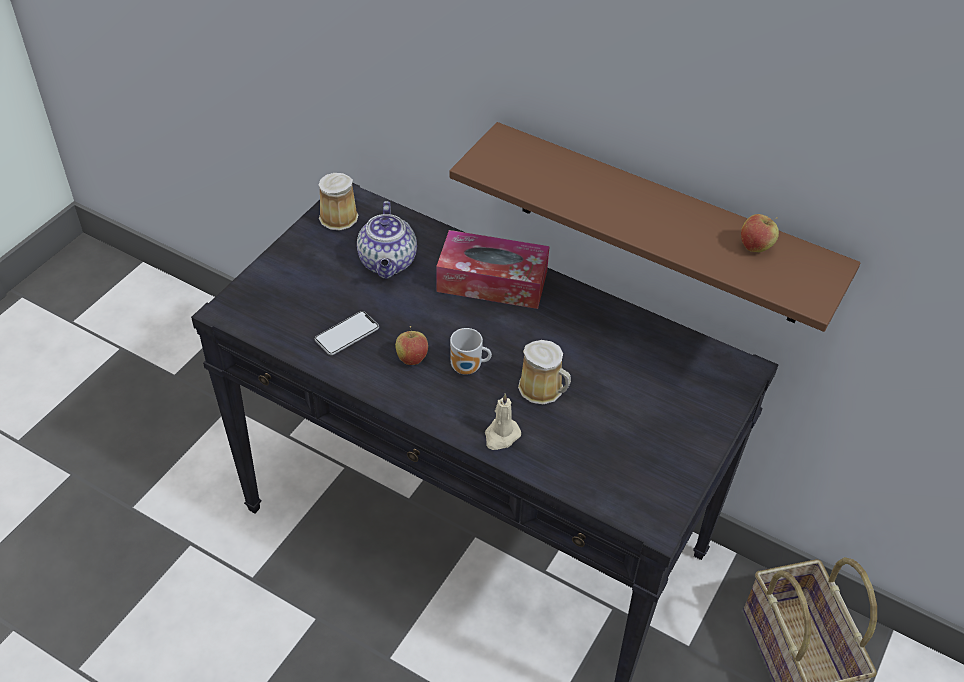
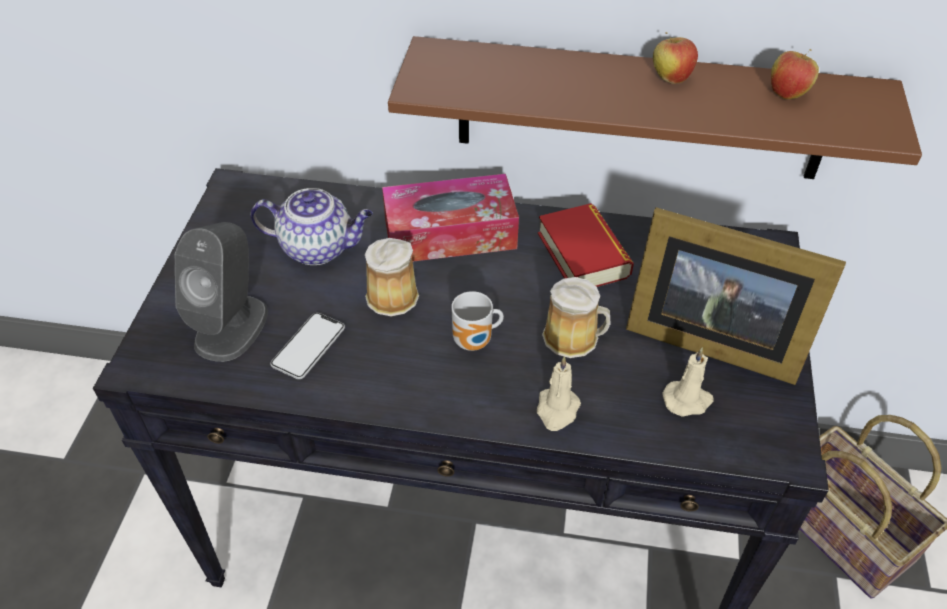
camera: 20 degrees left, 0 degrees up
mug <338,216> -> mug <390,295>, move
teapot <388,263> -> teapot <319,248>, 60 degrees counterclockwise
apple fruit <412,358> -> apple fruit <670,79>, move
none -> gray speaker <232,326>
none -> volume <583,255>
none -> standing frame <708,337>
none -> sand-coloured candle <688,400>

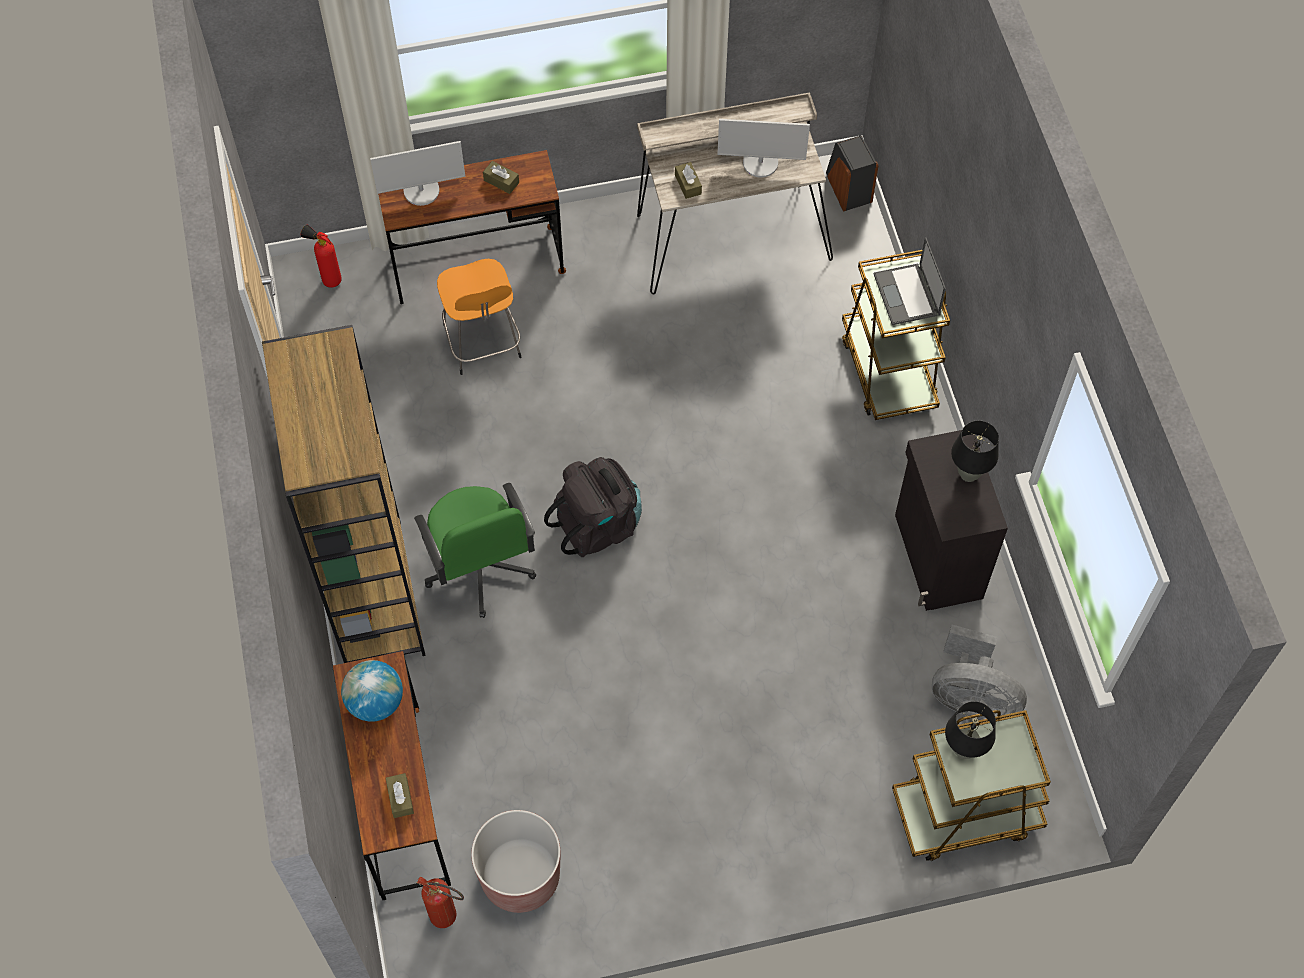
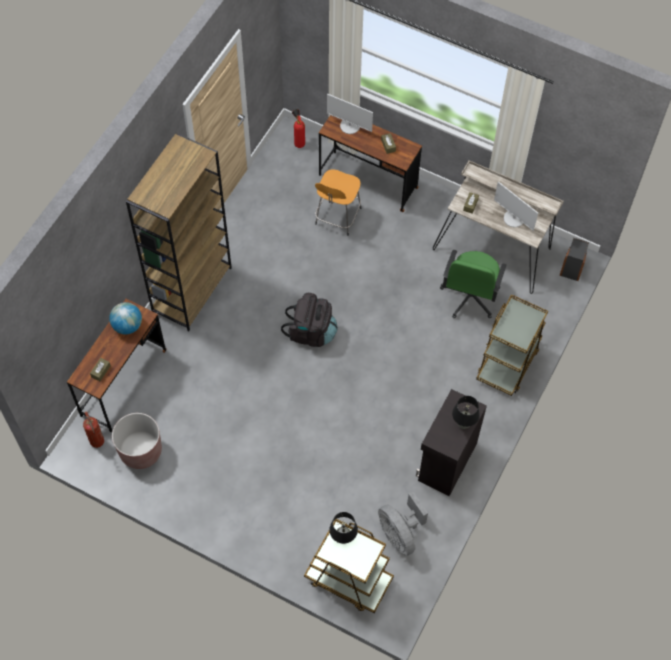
camera: 40 degrees right, 0 degrees up
green-coloured office chair <479,568> -> green-coloured office chair <469,297>, move
laptop <907,295> -> none

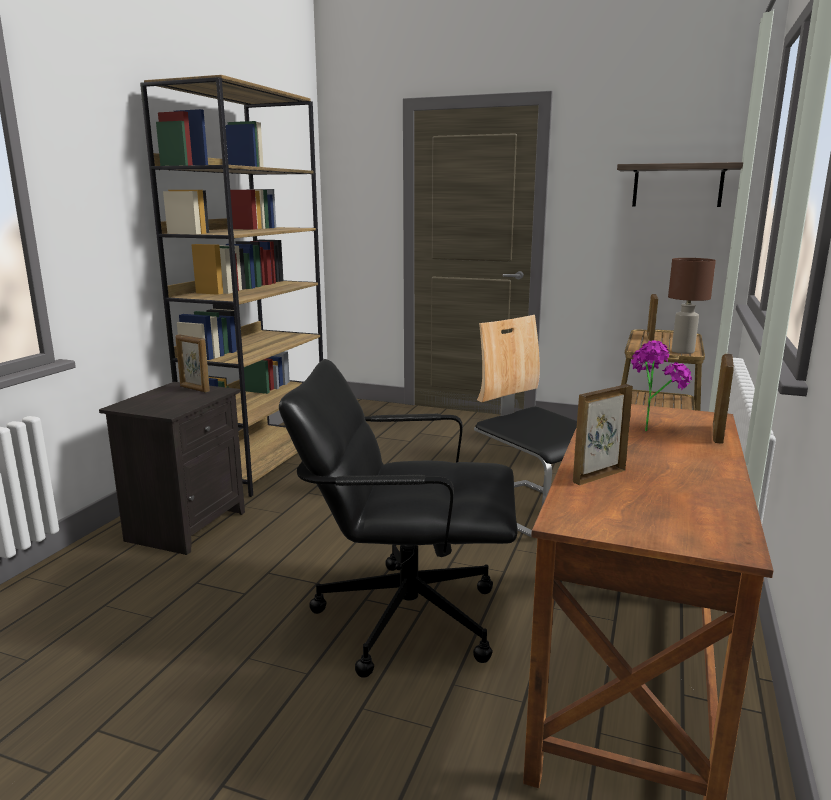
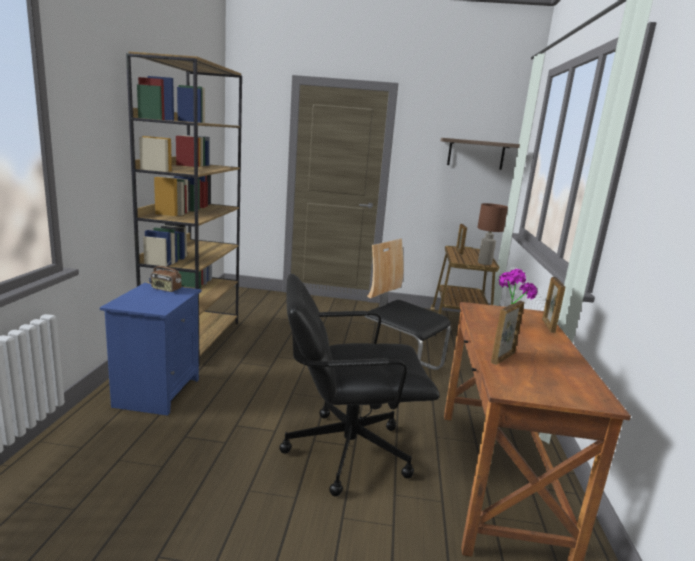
camera: 15 degrees left, 0 degrees up
black-coloured bedside table <186,525> -> blue-coloured bedside table <156,392>
standing frame <194,389> -> radio receiver <166,289>

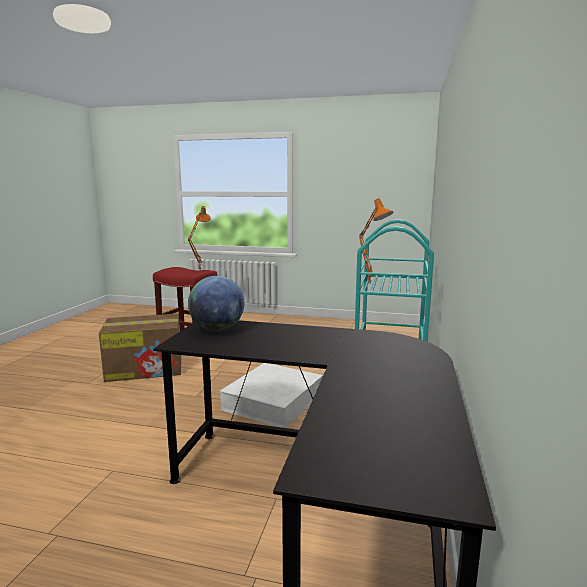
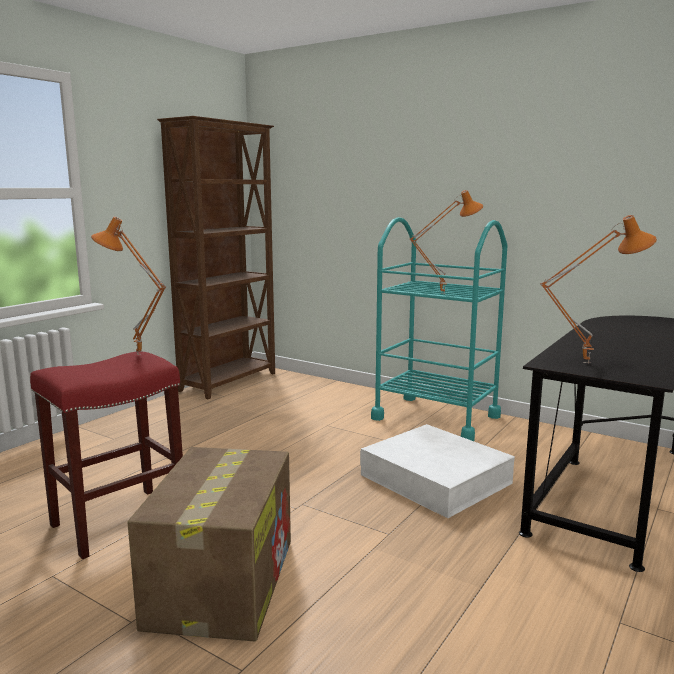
camera: 70 degrees left, 0 degrees up
desk globe <217,329> -> orangey lamp for a table <586,362>
none -> brown bookcase <230,382>

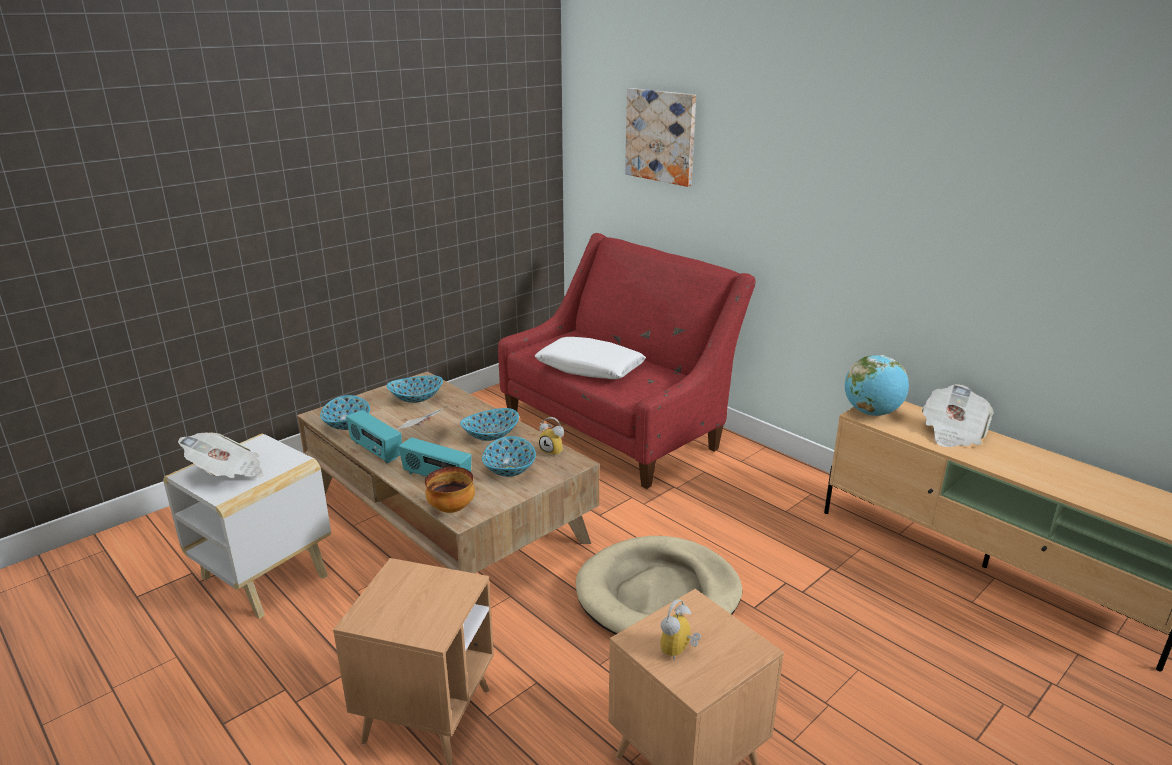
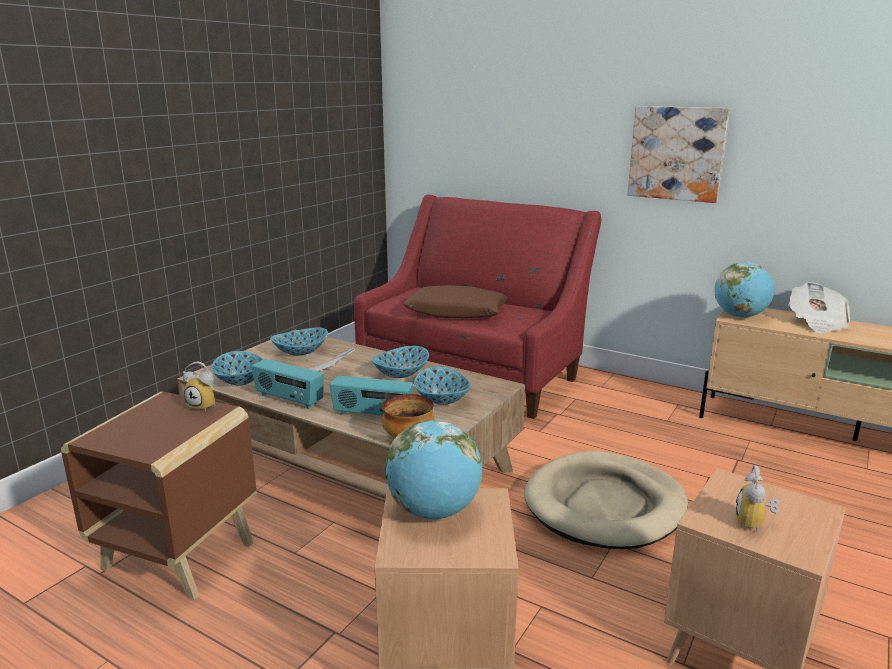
camera: 15 degrees left, 5 degrees down
white side table <266,577> -> brown side table <181,556>
printed paper <227,473> -> none
white throw pillow <590,368> -> brown throw pillow <456,313>
bedside clock <554,451> -> bedside clock <205,405>, move
wall picture <661,136> -> wall picture <677,153>, move
none -> desk globe <434,511>

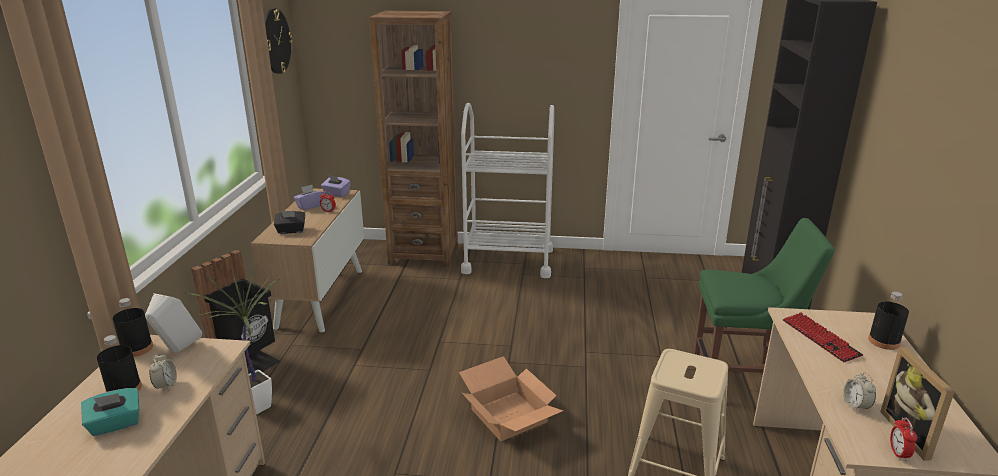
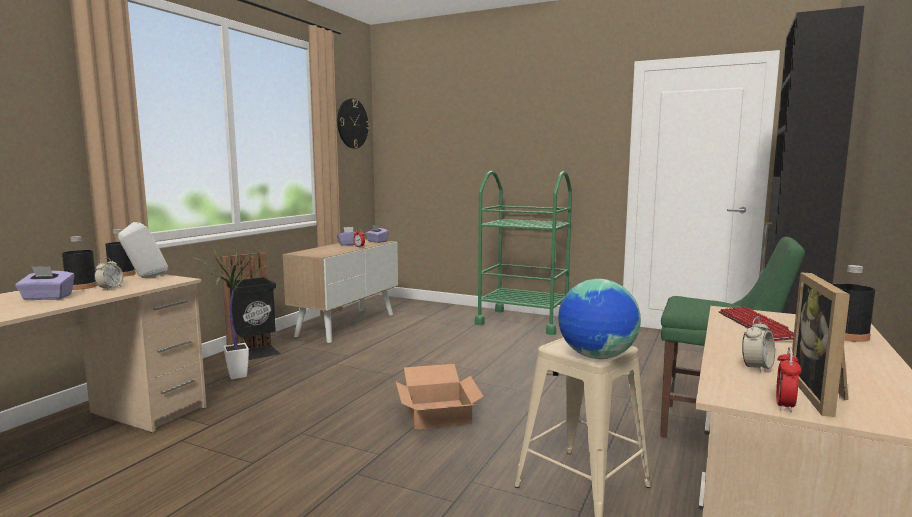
camera: 20 degrees right, 15 degrees down
turquoise-coloured tissue box <115,424> -> purplish tissue box <47,298>
black-coloured tissue box <291,230> -> none
brown bookcase <424,254> -> none
white cart <508,261> -> green-coloured cart <523,321>
bedside clock <856,405> -> bedside clock <757,368>, 150 degrees counterclockwise
none -> desk globe <597,357>

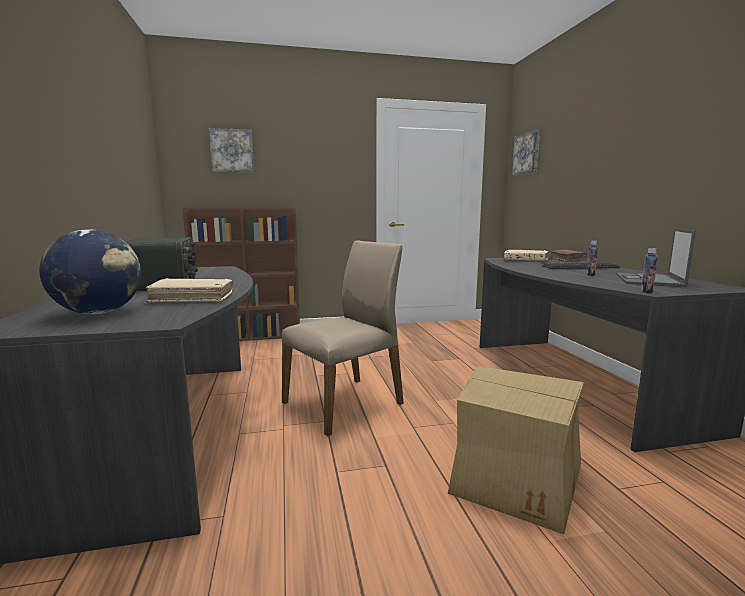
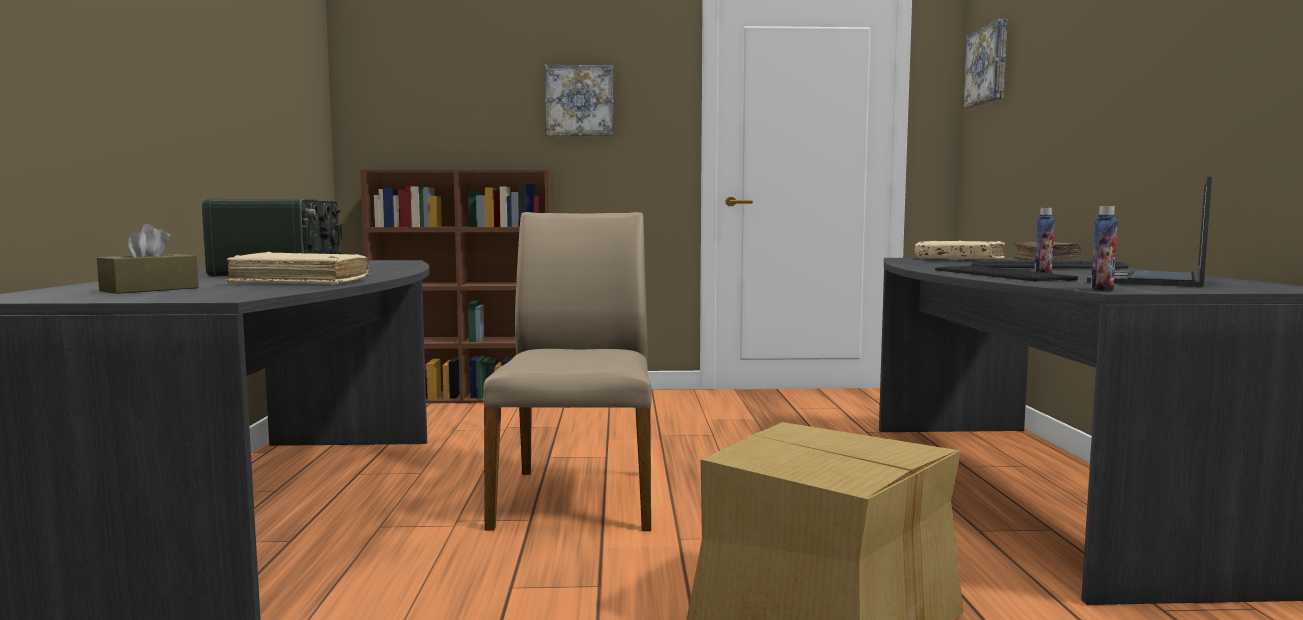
camera: 10 degrees right, 5 degrees down
desk globe <99,312> -> brown tissue box <150,289>
wall picture <232,151> -> wall picture <579,101>, move
sand-coloured chair <345,403> -> sand-coloured chair <577,497>, 60 degrees counterclockwise
none -> computer keyboard <1004,274>

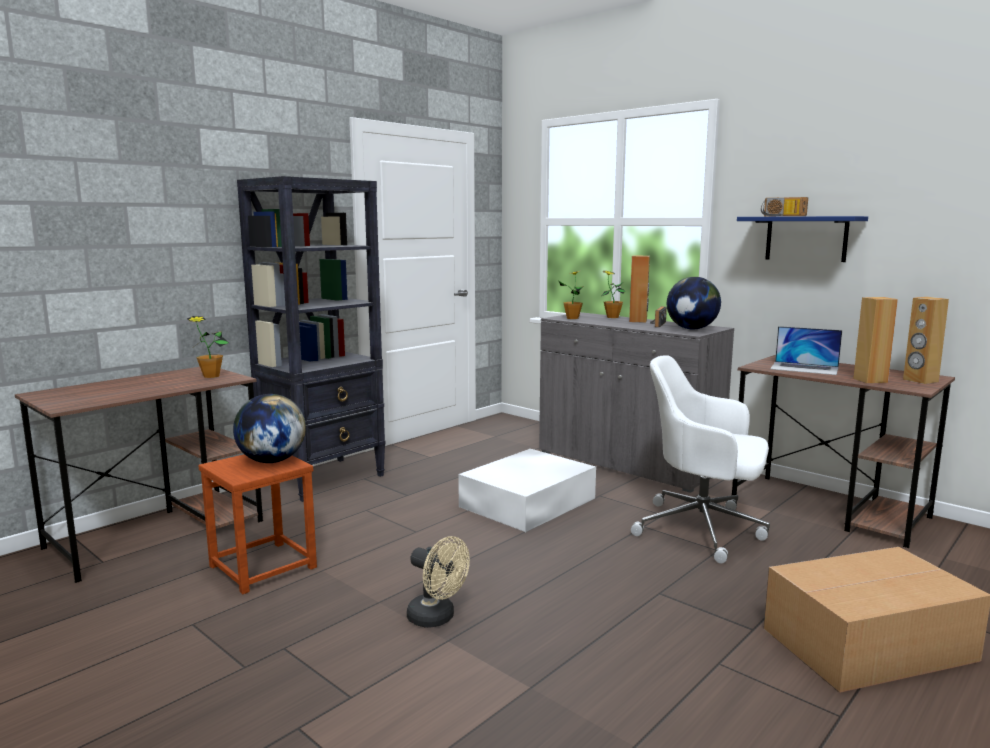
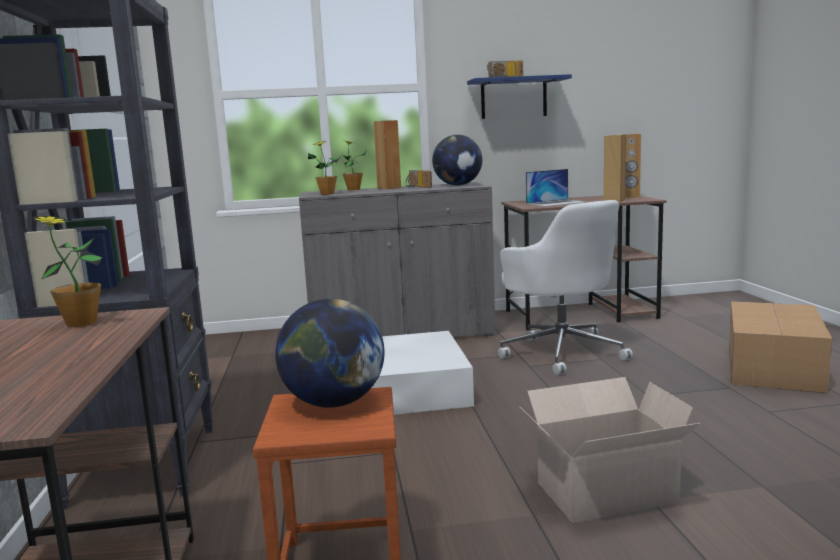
camera: 50 degrees left, 0 degrees up
sand-coloured cooling fan <437,618> -> cardboard box <602,493>
white office chair <703,529> -> white office chair <562,352>, 90 degrees counterclockwise

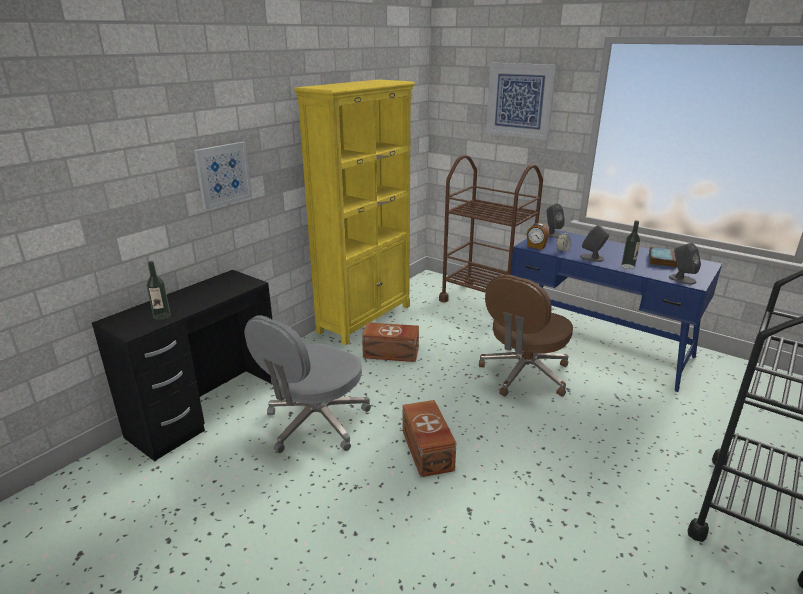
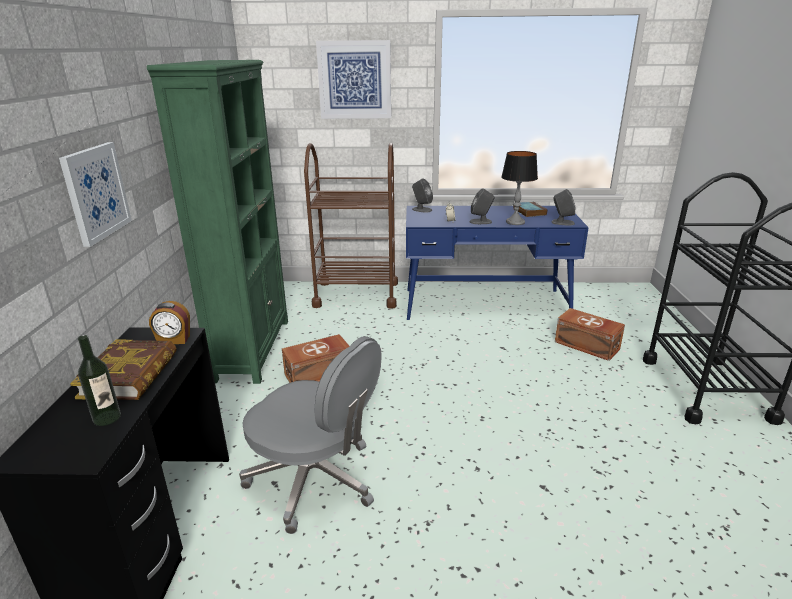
camera: 35 degrees left, 0 degrees up
gray office chair <315,423> -> gray office chair <315,480>, 60 degrees counterclockwise
yellow bookcase <365,318> -> green-coloured bookcase <253,348>
brown storage container <426,451> -> brown storage container <587,346>, move
brown office chair <524,374> -> none
bedside clock <536,246> -> bedside clock <174,340>, move
bottle <628,266> -> lamp for a table <515,222>
none -> volume <130,375>

